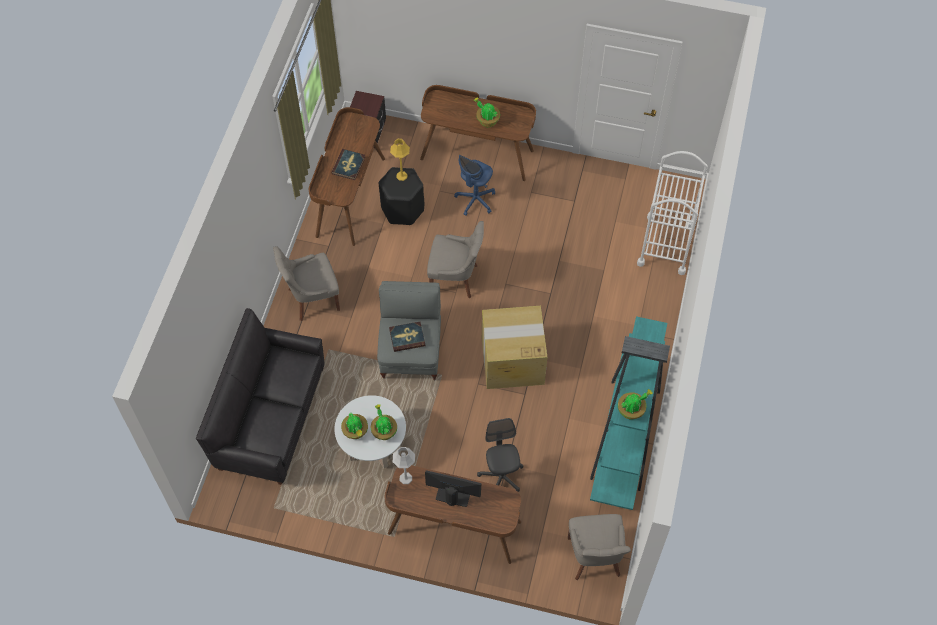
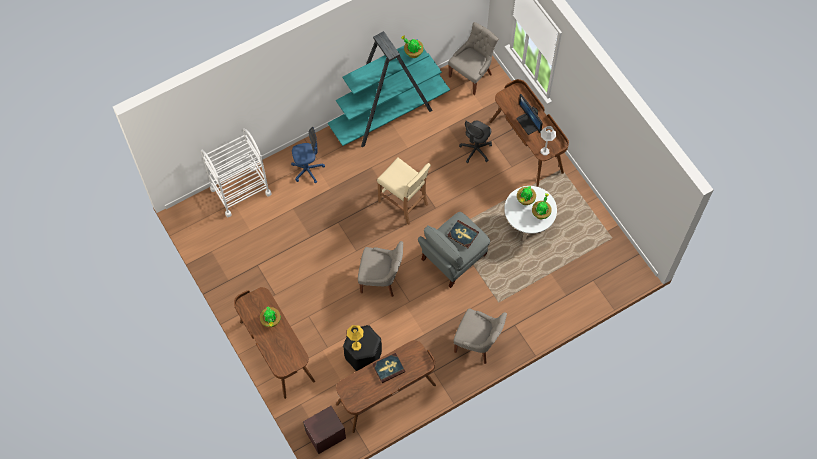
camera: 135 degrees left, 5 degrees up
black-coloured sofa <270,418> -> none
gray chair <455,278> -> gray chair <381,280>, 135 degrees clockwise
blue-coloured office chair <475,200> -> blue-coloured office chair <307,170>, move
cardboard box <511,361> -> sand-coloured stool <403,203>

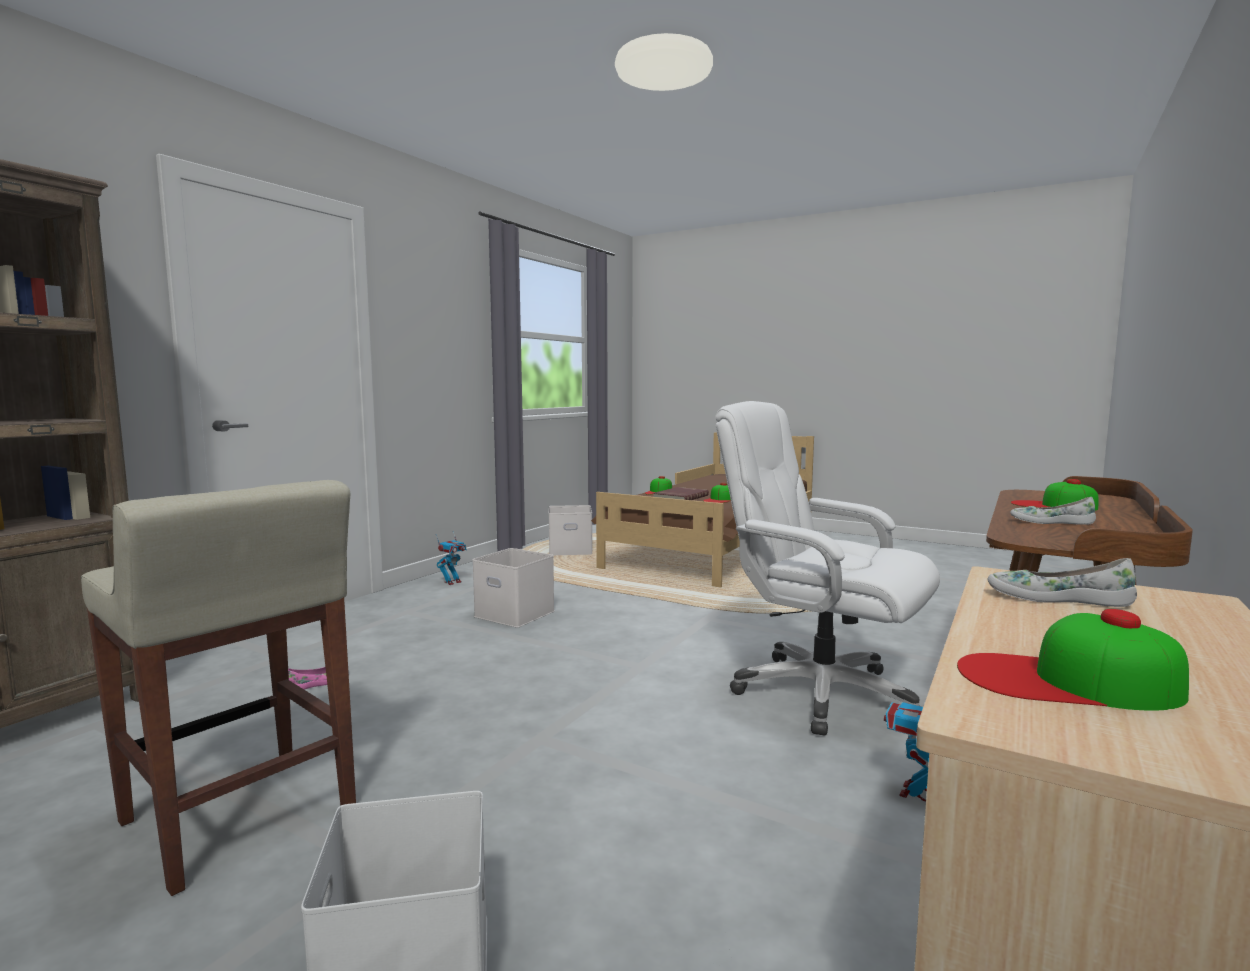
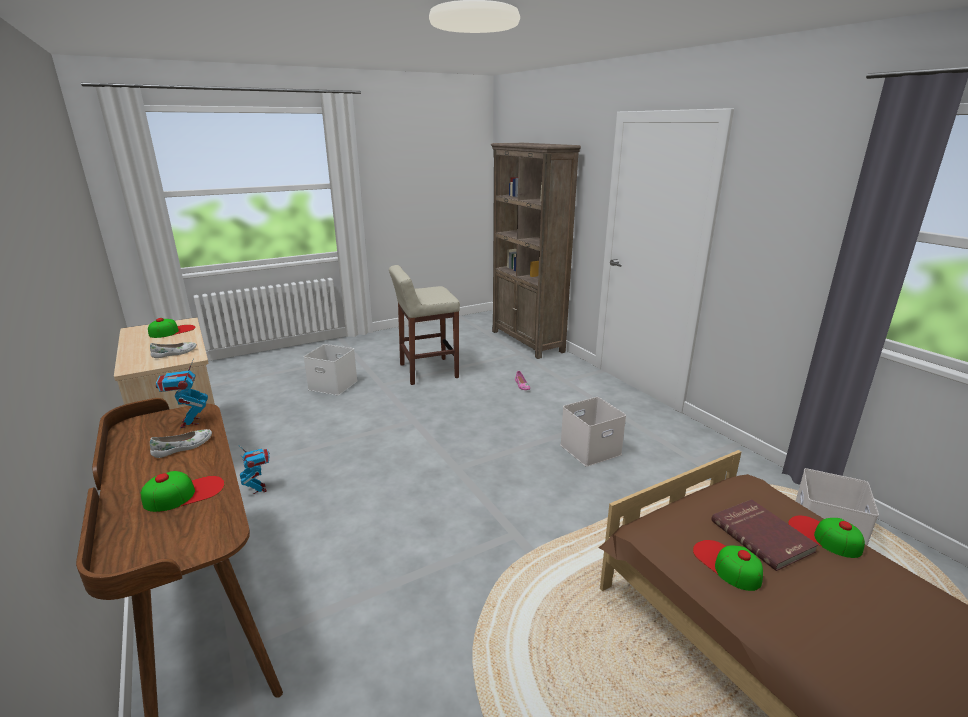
camera: 120 degrees right, 15 degrees up
toy robot <452,582> -> toy robot <190,422>, move
white office chair <820,692> -> none

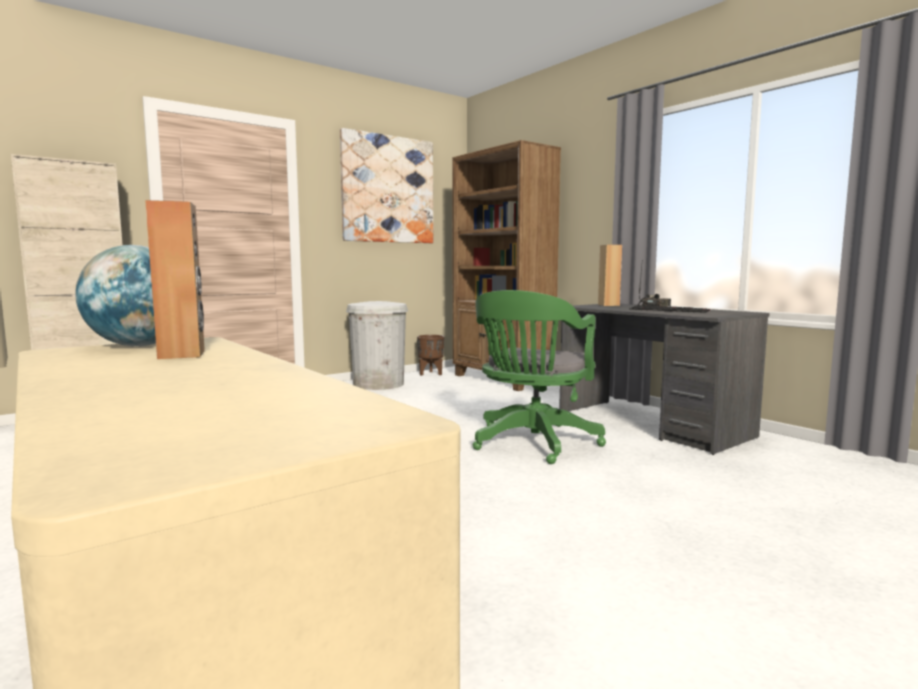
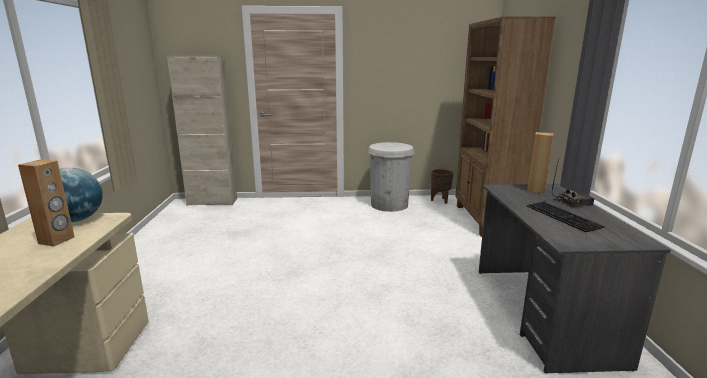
camera: 35 degrees right, 10 degrees up
wall picture <388,189> -> none
green-coloured office chair <532,444> -> none

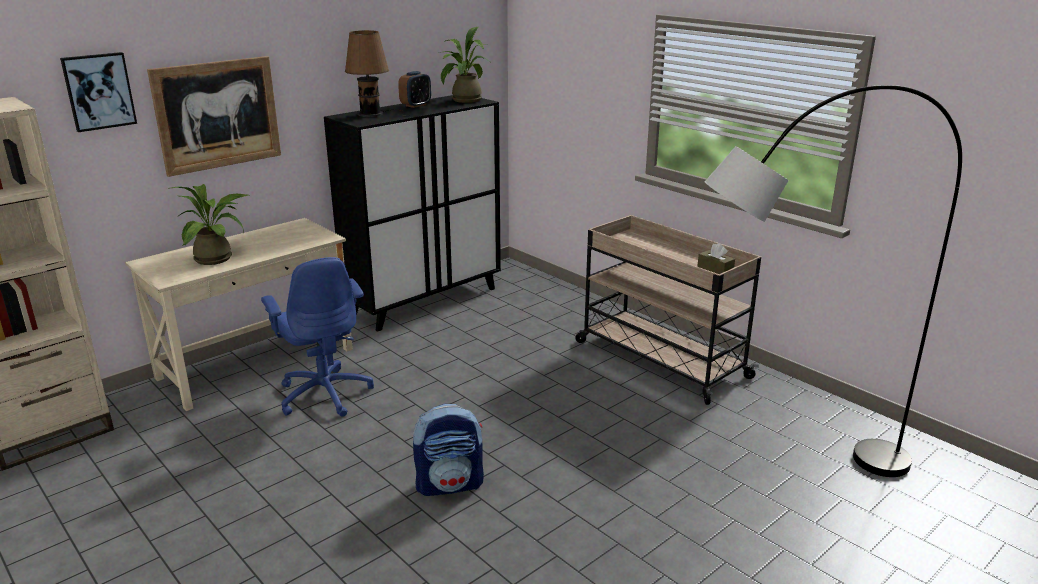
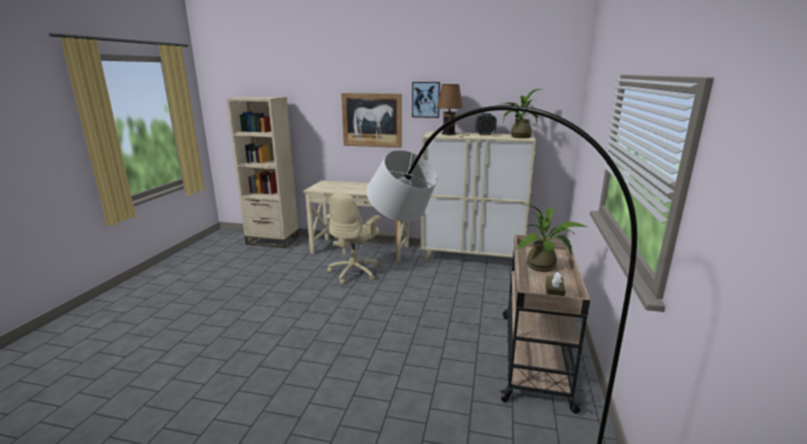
camera: 55 degrees right, 5 degrees down
wall picture <99,91> -> wall picture <426,99>, move
plant in a pot <218,258> -> plant in a pot <545,267>, move
blue-coloured office chair <325,393> -> sand-coloured office chair <355,272>
black-coloured cupboard <425,301> -> sand-coloured cupboard <471,258>
knapsack <450,484> -> none

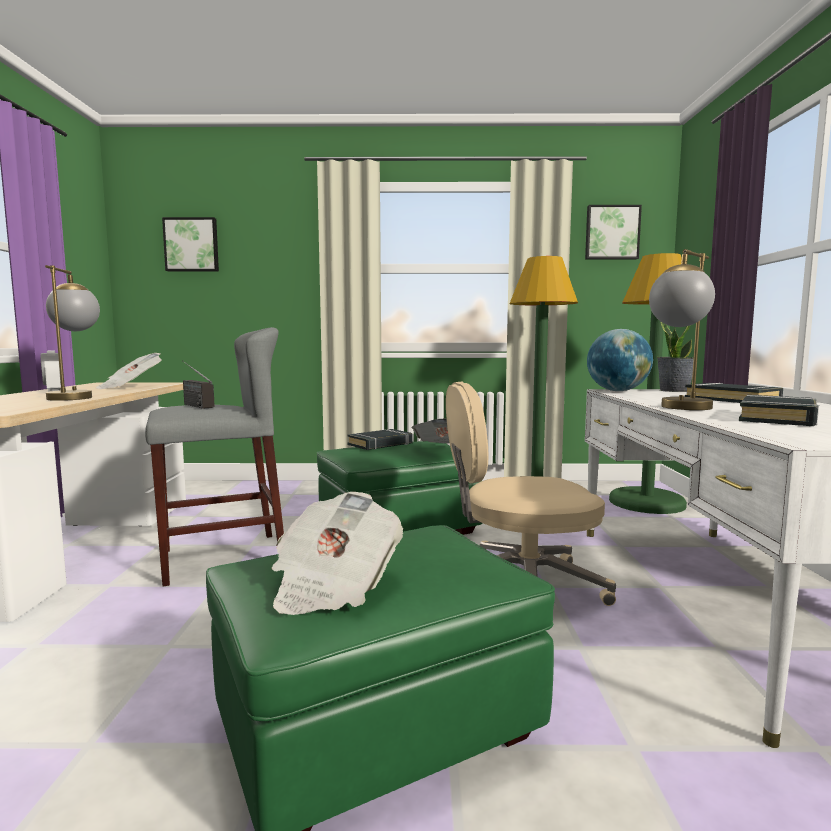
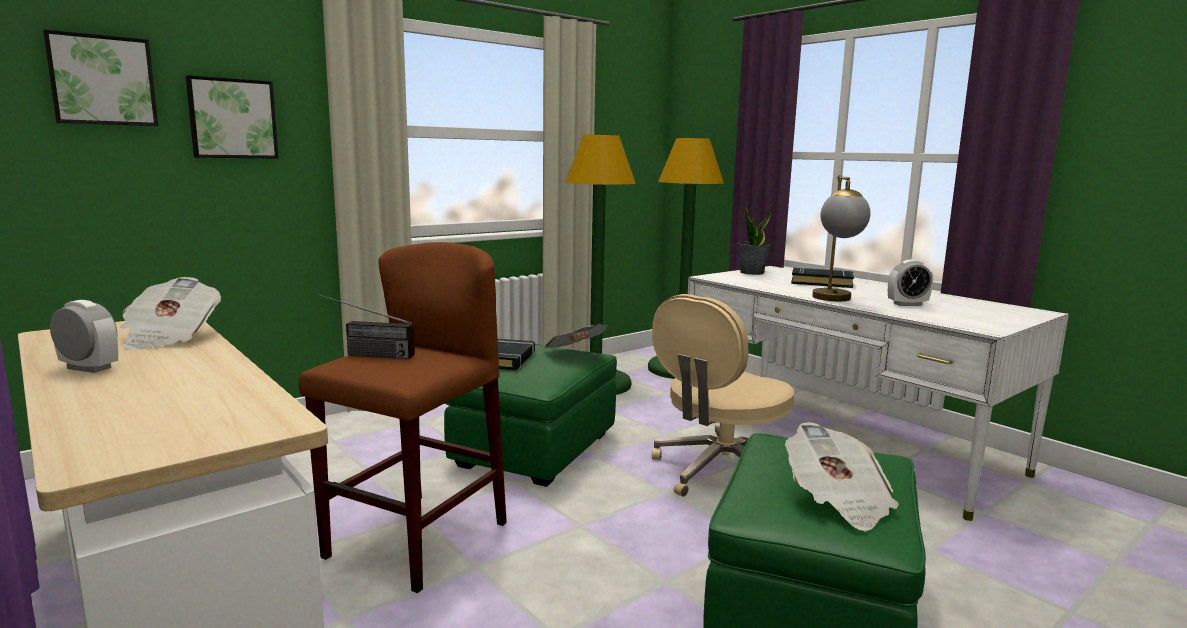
camera: 40 degrees left, 5 degrees up
lamp for a table <75,397> -> none
gray stool <222,558> -> brown stool <416,540>
wall picture <611,233> -> wall picture <232,118>, move
desk globe <618,391> -> none
black-coloured volume <778,418> -> bedside clock <907,304>

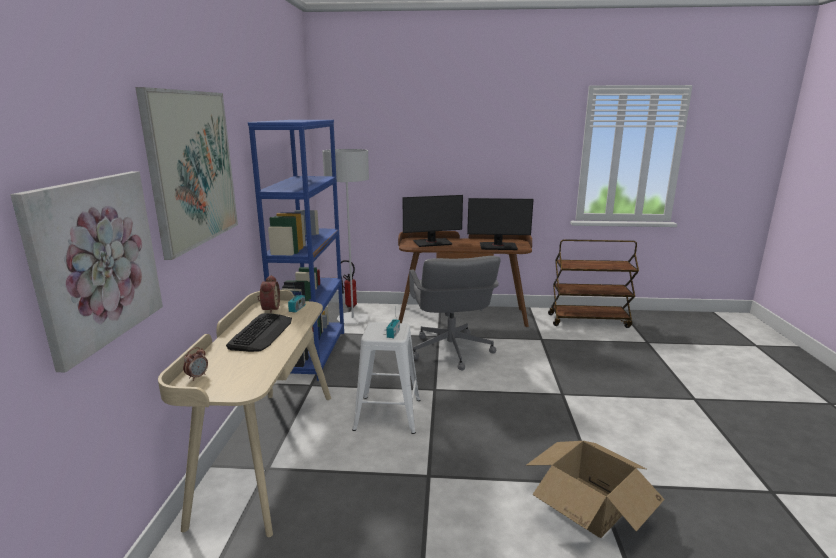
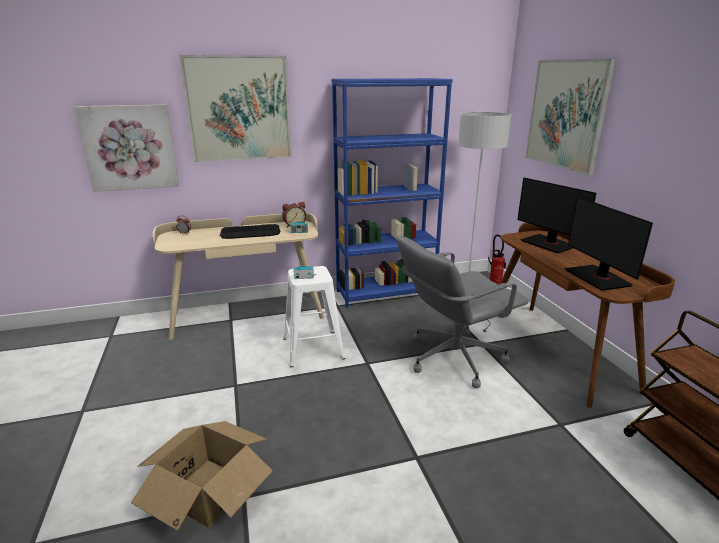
camera: 70 degrees right, 5 degrees up
none -> wall picture <566,114>

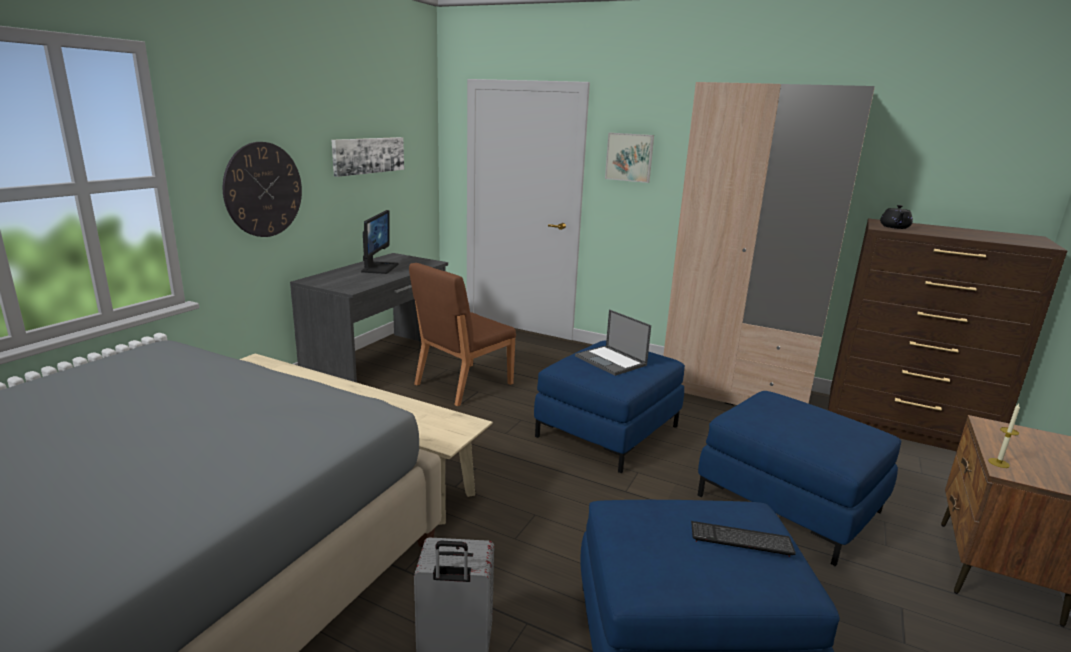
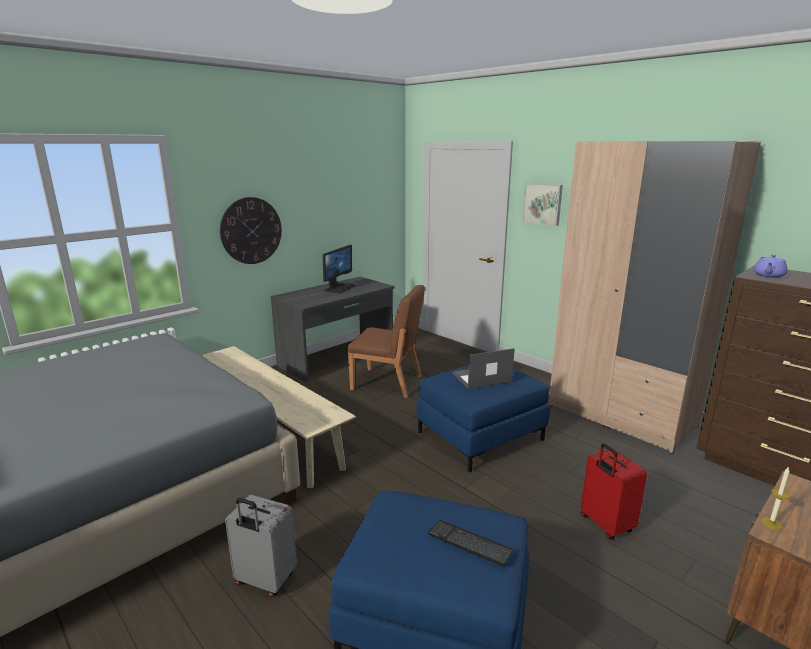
camera: 20 degrees right, 0 degrees up
wall picture <368,155> -> none
brown chair <462,384> -> brown chair <387,383>, 135 degrees counterclockwise
laptop <611,361> -> laptop <481,378>, 90 degrees clockwise
blue-coloured pouffe <788,503> -> reddish travel case <605,524>
black-coloured teapot <894,227> -> purplish teapot <768,276>

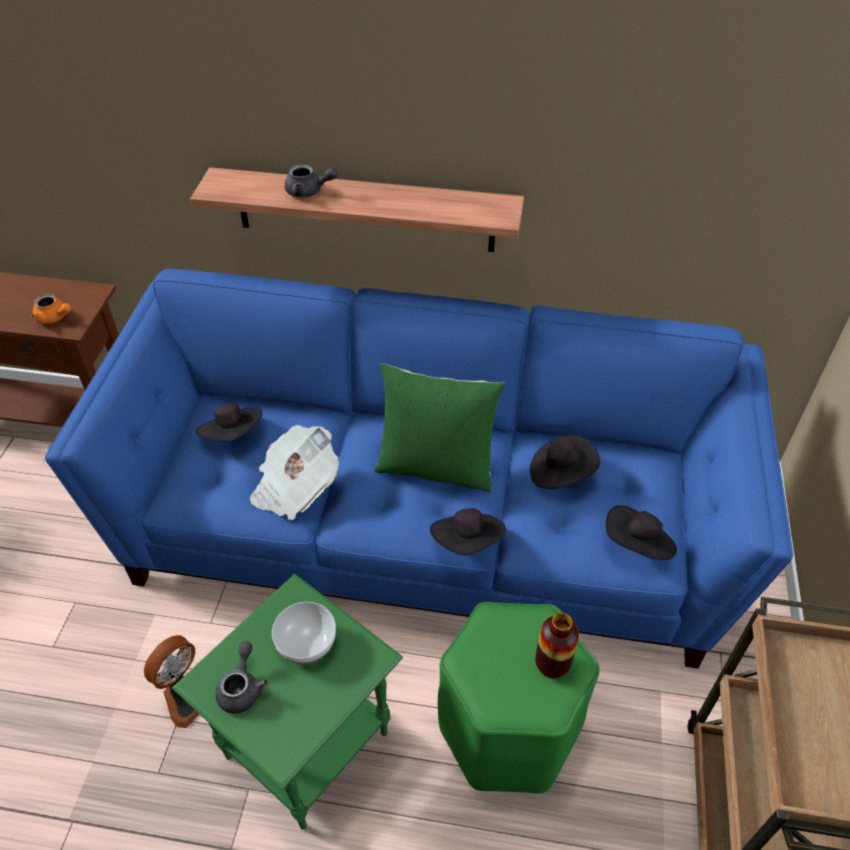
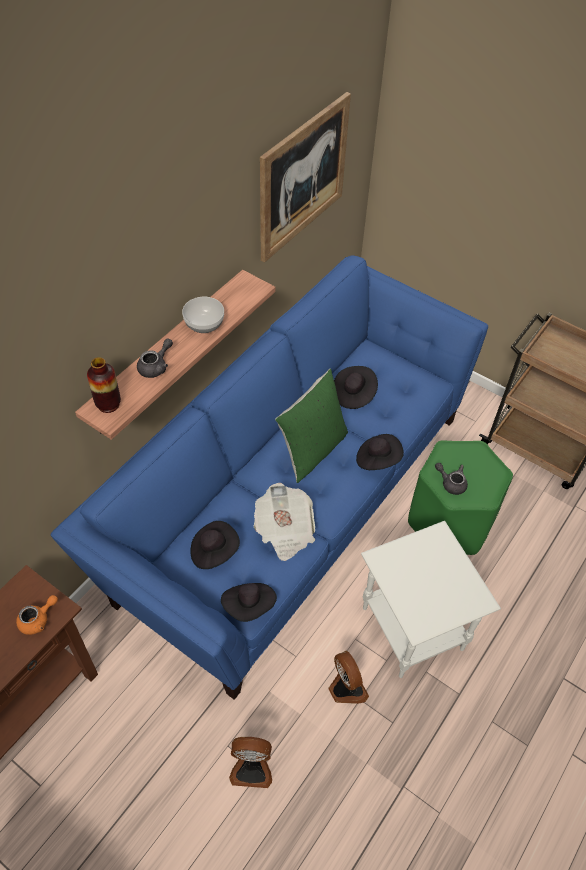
camera: 65 degrees left, 5 degrees up
green-coloured side table <306,747> -> white side table <413,630>
gray teapot <242,688> -> gray teapot <451,483>, move
serving bowl <307,644> -> serving bowl <205,324>, move
decorative vase <552,664> -> decorative vase <108,404>, move
black-coloured wearable hat <638,545> -> black-coloured wearable hat <249,605>, move
none -> cooling fan <252,768>
none -> wall picture <303,177>

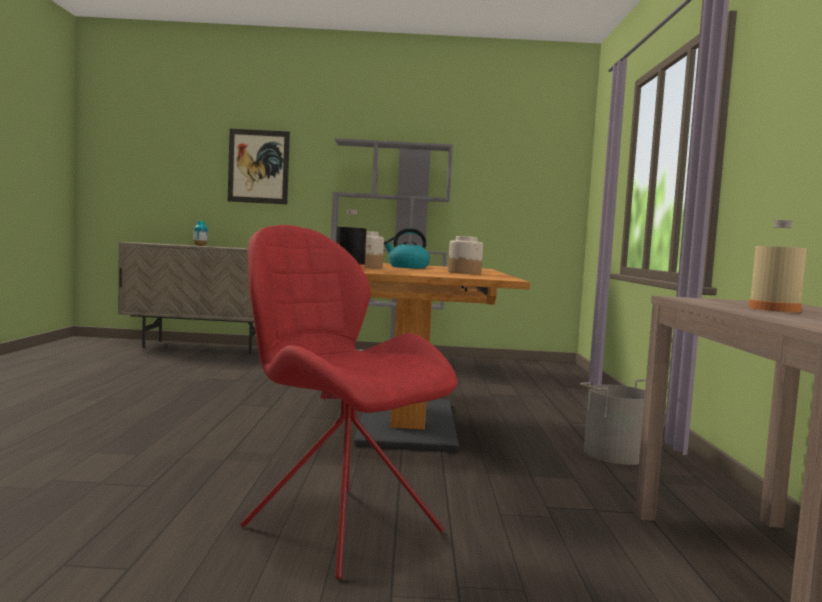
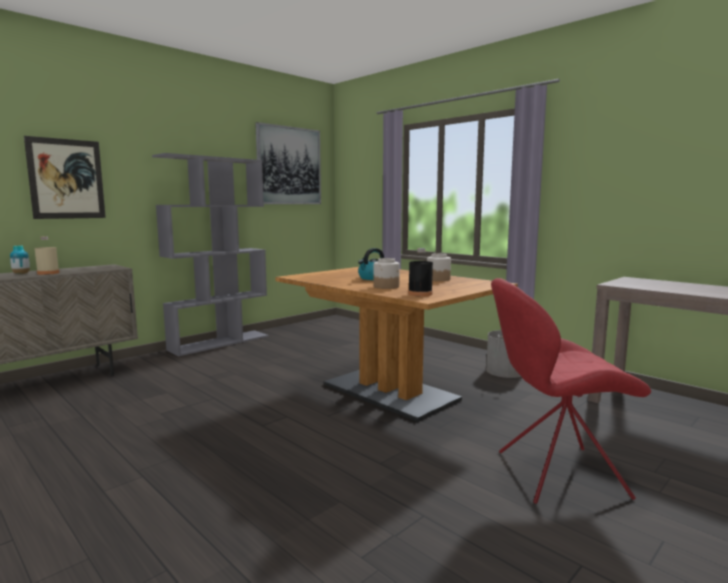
camera: 45 degrees left, 5 degrees up
sand-coloured bottle <774,309> -> sand-coloured bottle <48,273>, move
none -> wall picture <289,166>

